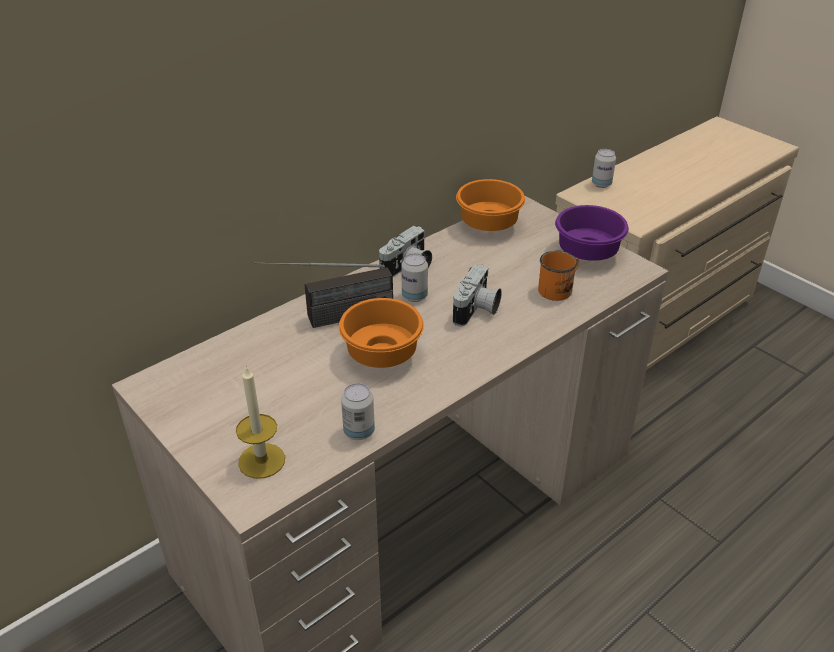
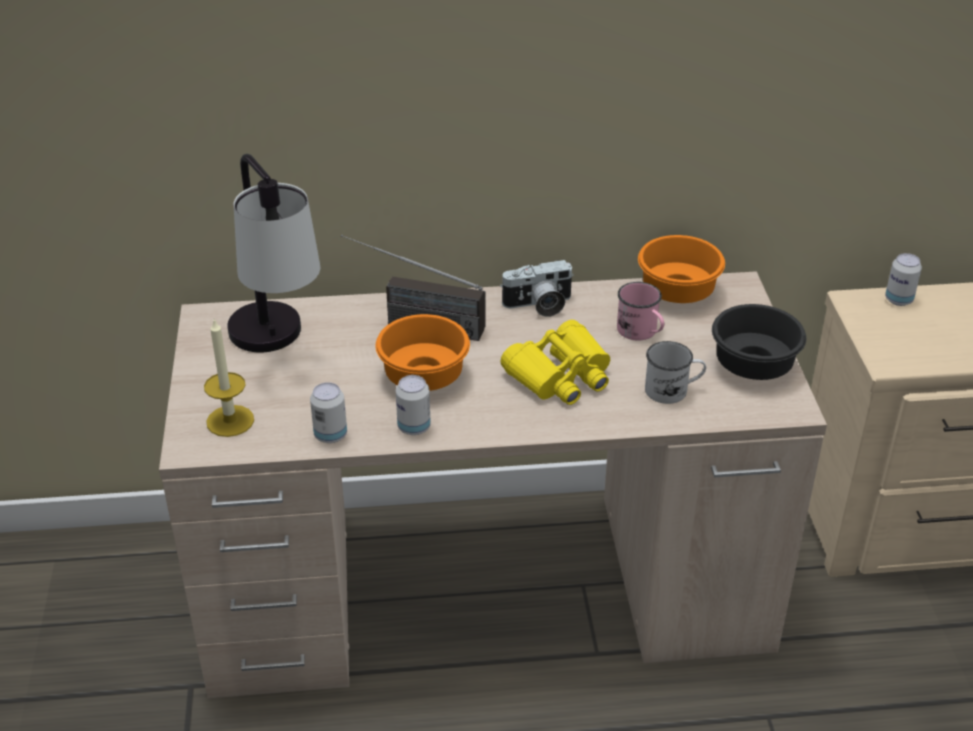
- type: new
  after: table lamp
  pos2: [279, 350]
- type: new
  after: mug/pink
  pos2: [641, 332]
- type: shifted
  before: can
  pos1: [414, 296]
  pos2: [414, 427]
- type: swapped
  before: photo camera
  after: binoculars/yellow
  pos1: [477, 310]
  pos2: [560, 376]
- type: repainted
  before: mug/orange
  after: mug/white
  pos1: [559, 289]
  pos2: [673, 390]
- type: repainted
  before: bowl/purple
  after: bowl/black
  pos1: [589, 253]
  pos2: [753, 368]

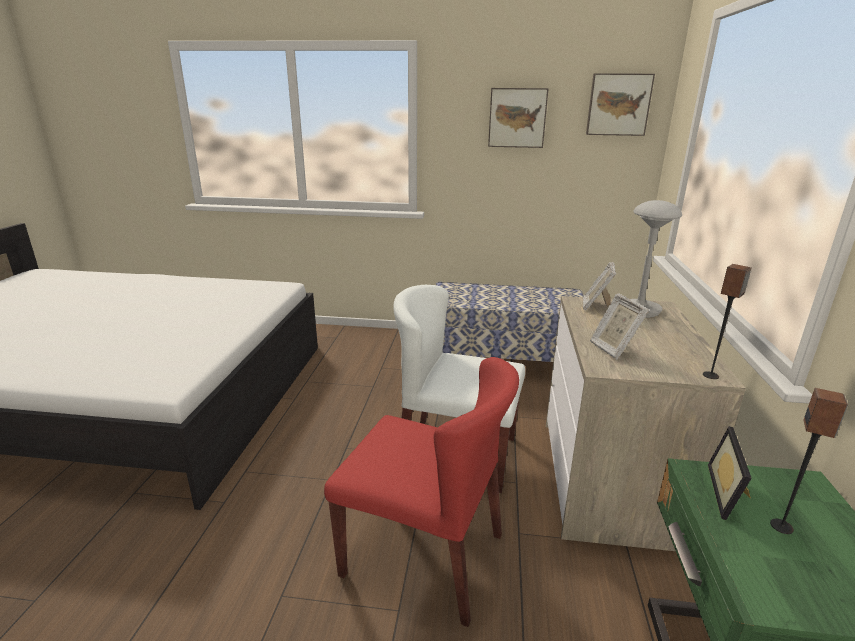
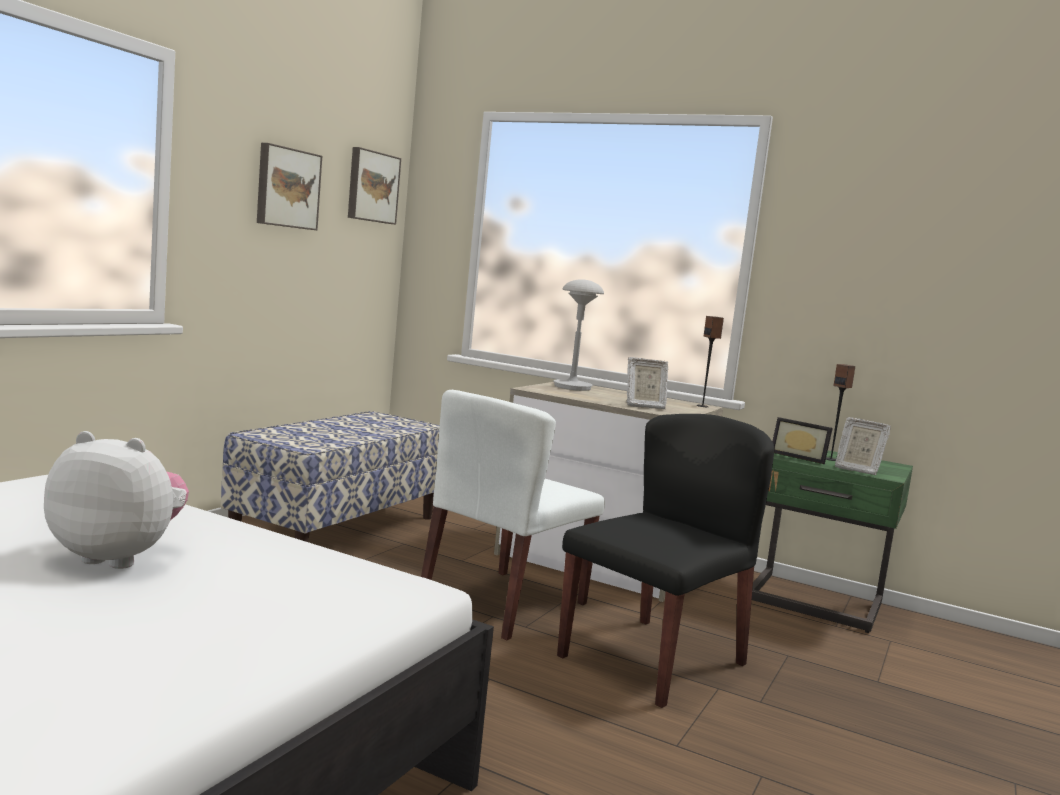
- type: new
  after: plush toy
  pos2: [118, 557]
- type: shifted
  before: picture frame
  pos1: [595, 306]
  pos2: [857, 470]
- type: repainted
  before: chair/red
  after: chair/black
  pos1: [424, 555]
  pos2: [653, 659]

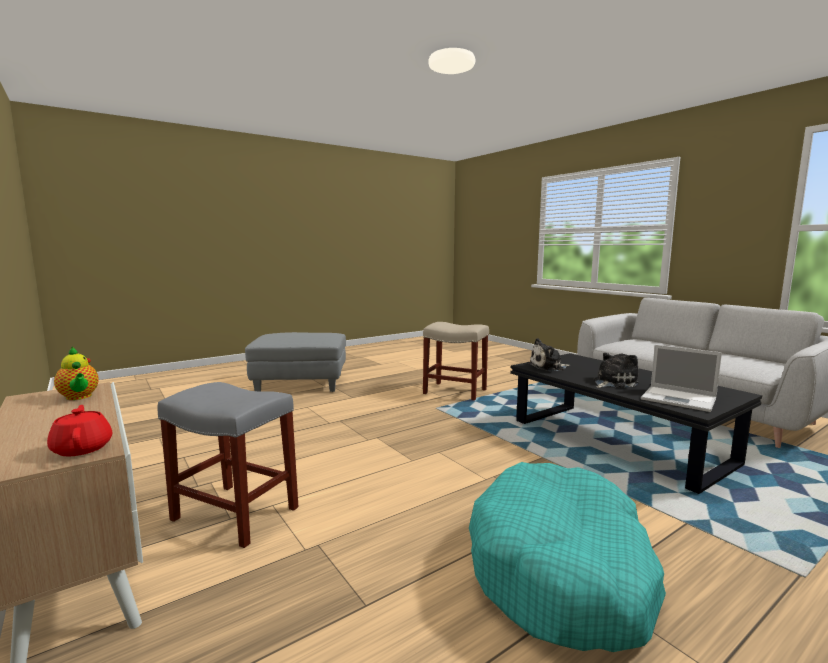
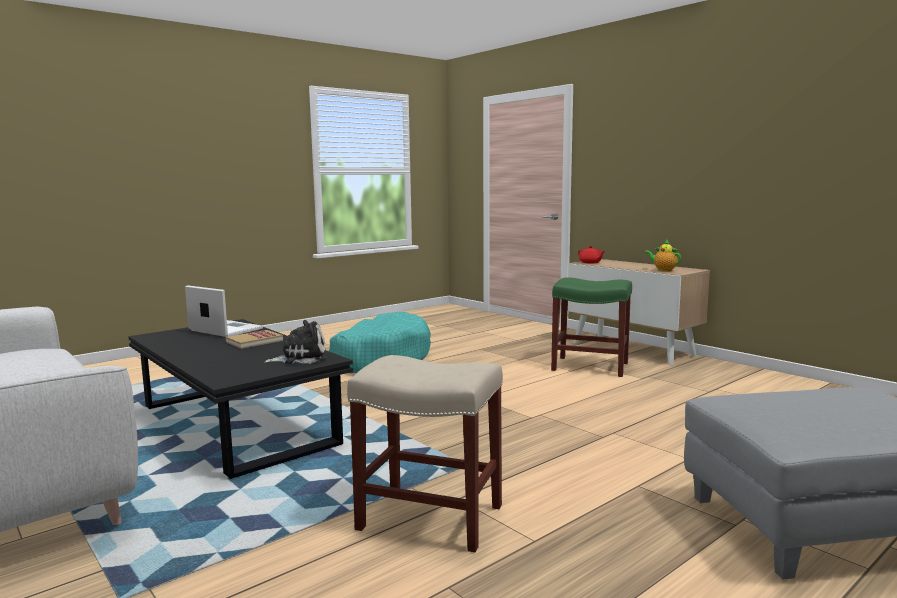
- type: swapped
  before: plush toy
  after: book
  pos1: [613, 382]
  pos2: [254, 341]
- type: repainted
  before: stool/grey
  after: stool/green
  pos1: [234, 513]
  pos2: [591, 366]

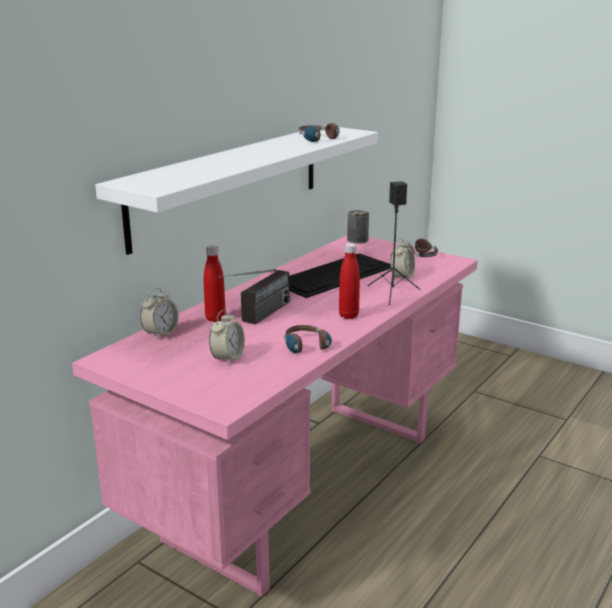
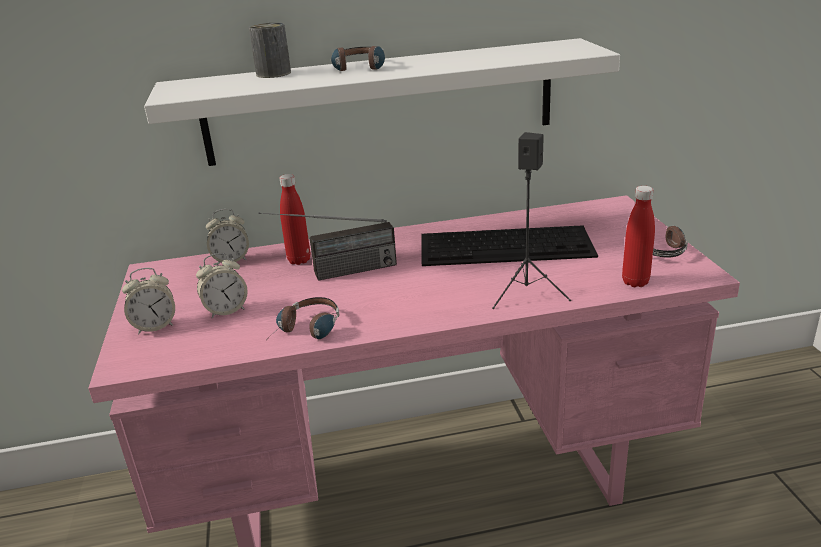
- type: shifted
  before: headphones
  pos1: [321, 140]
  pos2: [359, 69]
- type: shifted
  before: bottle/red
  pos1: [348, 315]
  pos2: [635, 282]
- type: shifted
  before: can
  pos1: [357, 240]
  pos2: [273, 73]
- type: shifted
  before: alarm clock
  pos1: [402, 277]
  pos2: [155, 326]

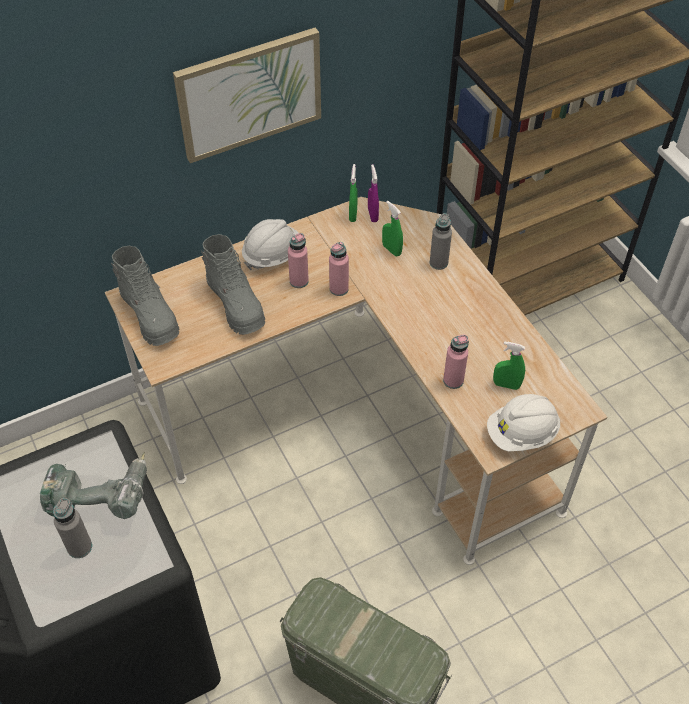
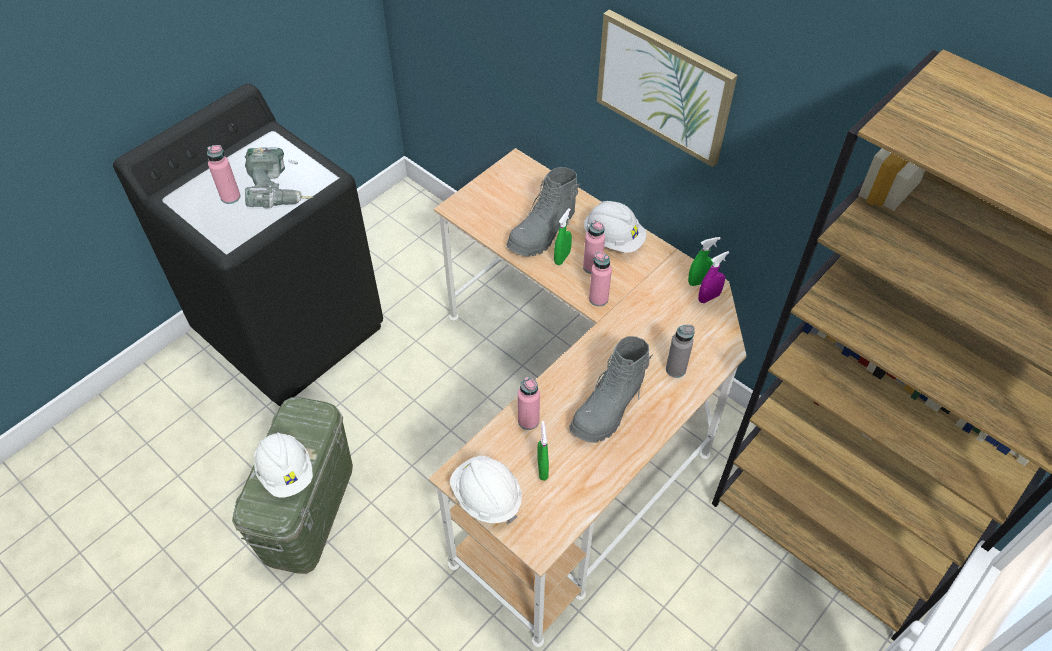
- type: new
  after: hard hat/white
  pos2: [286, 472]
- type: shifted
  before: boot/grey
  pos1: [150, 315]
  pos2: [609, 408]
- type: shifted
  before: spray bottle/green
  pos1: [391, 250]
  pos2: [562, 258]
- type: repainted
  before: bottle/grey
  after: bottle/pink
  pos1: [79, 547]
  pos2: [230, 197]

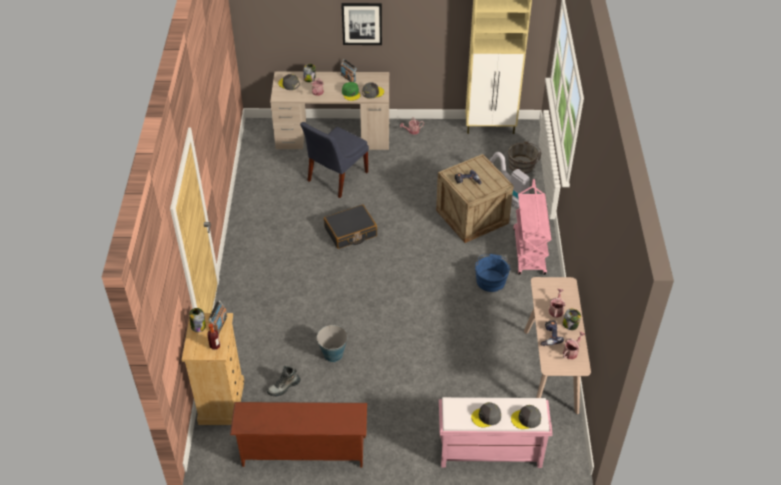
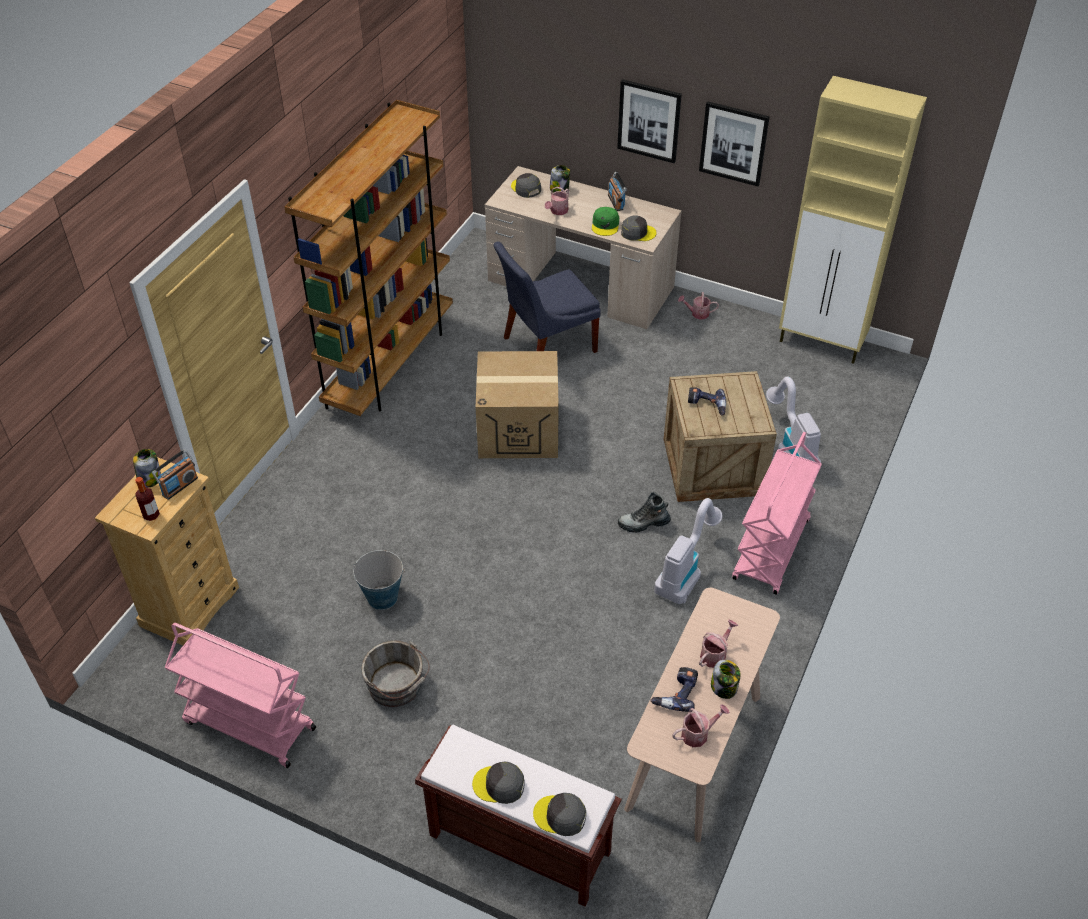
- type: new
  after: bookcase/brown
  pos2: [390, 364]
- type: new
  after: picture
  pos2: [733, 143]
- type: shifted
  before: boot
  pos1: [284, 387]
  pos2: [643, 523]
- type: shifted
  before: bucket/grey
  pos1: [523, 165]
  pos2: [397, 686]
- type: swapped
  before: shoe rack/brown
  after: cart/pink
  pos1: [302, 452]
  pos2: [248, 725]
- type: swapped
  before: suitcase/black
  after: cardboard box
  pos1: [350, 232]
  pos2: [518, 429]
- type: swapped
  before: bucket/blue
  after: vacuum cleaner
  pos1: [491, 279]
  pos2: [685, 571]
- type: repainted
  before: bench/pink
  after: bench/brown
  pos1: [489, 452]
  pos2: [517, 843]

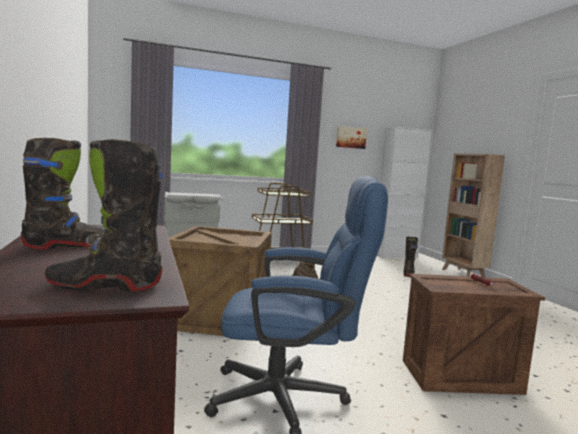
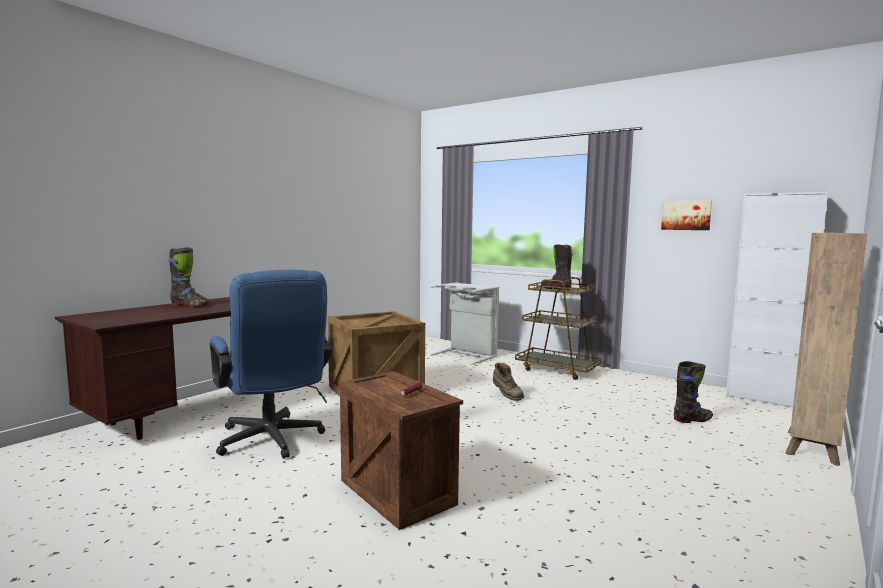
- type: shifted
  before: boot/black
  pos1: [105, 286]
  pos2: [556, 289]

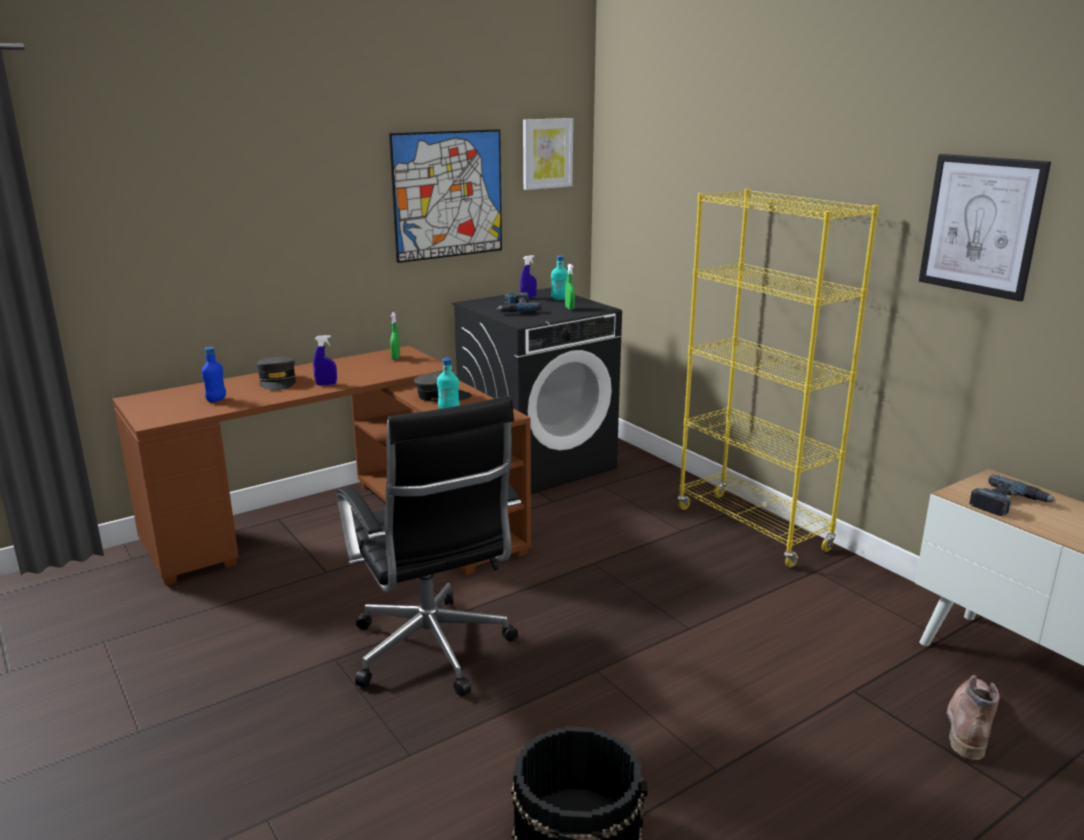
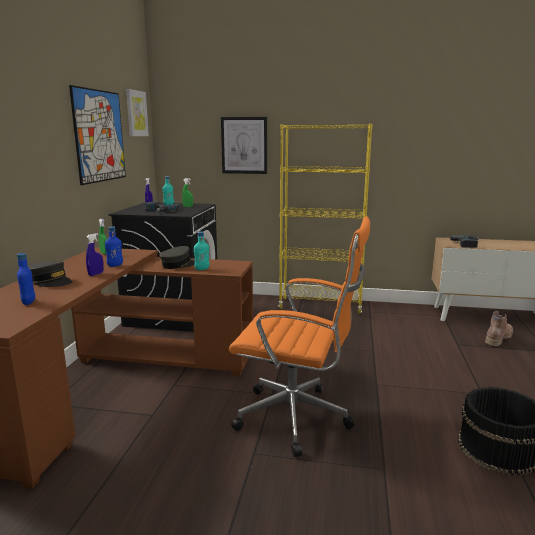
- type: new
  after: bottle/blue
  pos2: [115, 265]
- type: shifted
  before: picture
  pos1: [981, 225]
  pos2: [244, 145]
- type: repainted
  before: office chair/black
  after: office chair/orange
  pos1: [433, 653]
  pos2: [298, 419]
- type: rotated
  before: boot/brown
  pos1: [968, 723]
  pos2: [498, 337]
  turn: 60

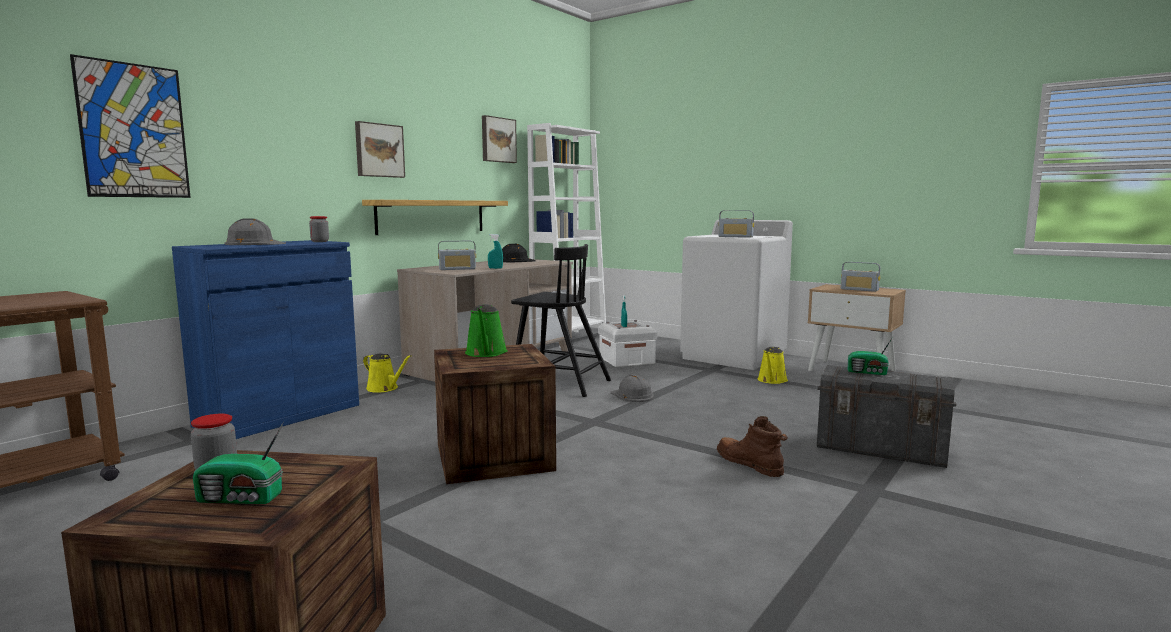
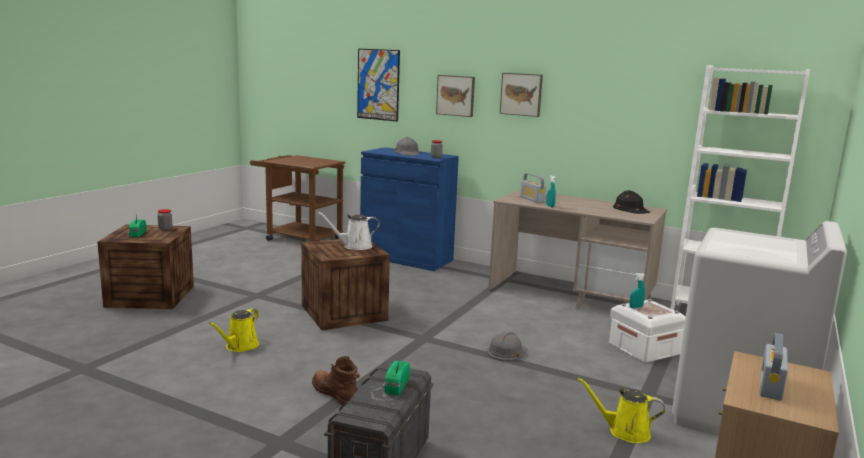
- type: gone
  before: shelf
  pos1: [432, 216]
- type: gone
  before: chair/black
  pos1: [559, 383]
- type: gone
  before: radio
  pos1: [735, 237]
- type: shifted
  before: watering can/yellow
  pos1: [384, 388]
  pos2: [240, 347]
- type: shifted
  before: picture
  pos1: [497, 140]
  pos2: [456, 95]
- type: repainted
  before: watering can/green
  after: watering can/white
  pos1: [486, 353]
  pos2: [354, 246]
- type: rotated
  before: boot/brown
  pos1: [749, 464]
  pos2: [335, 394]
  turn: -90

